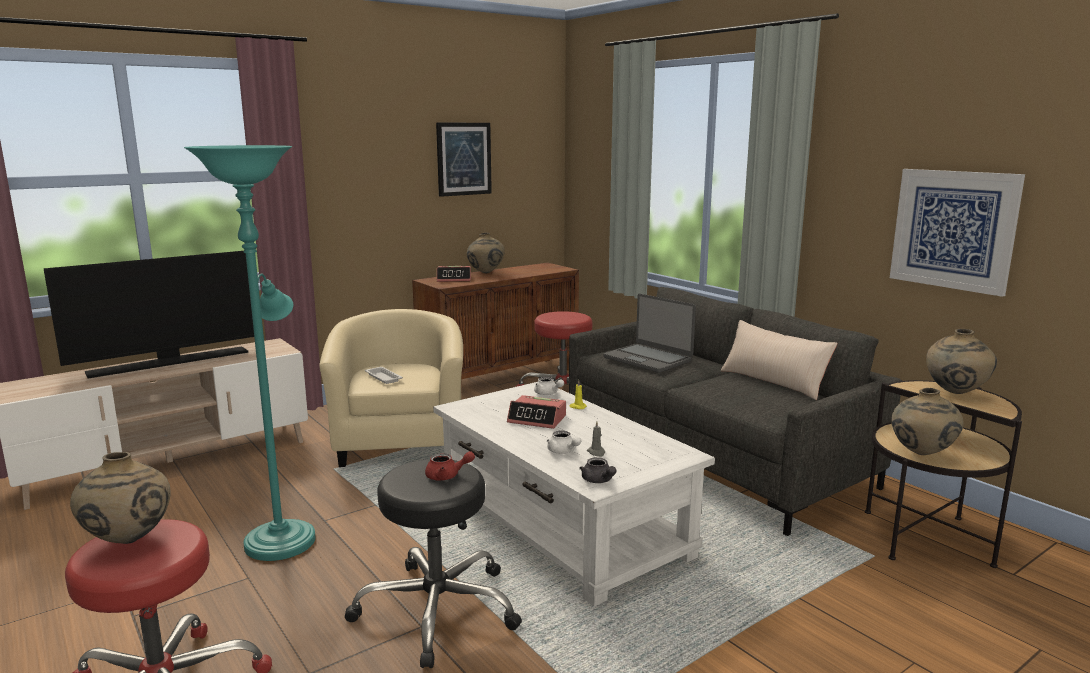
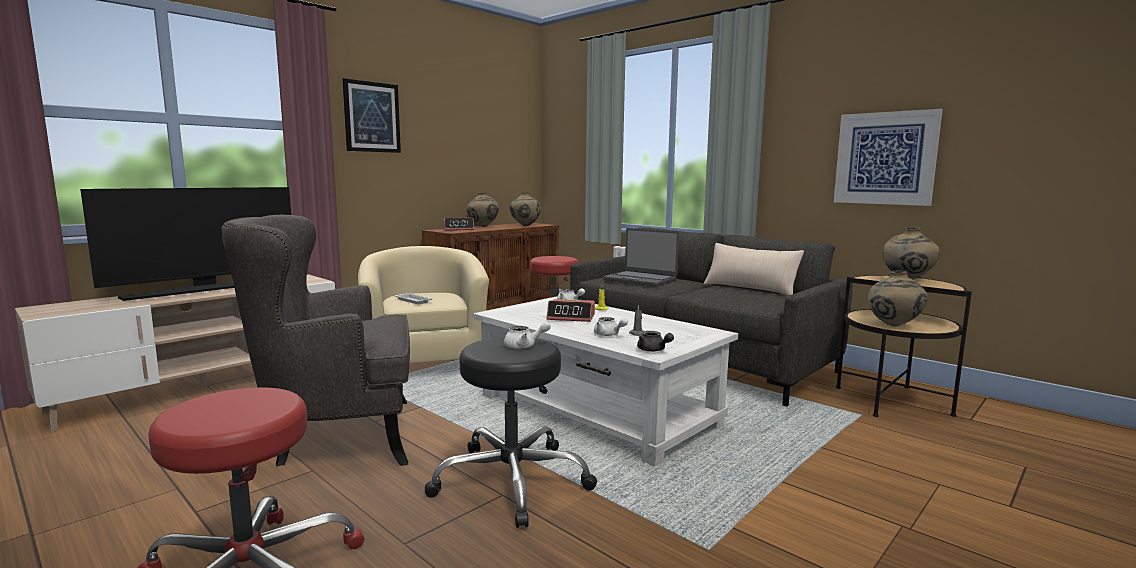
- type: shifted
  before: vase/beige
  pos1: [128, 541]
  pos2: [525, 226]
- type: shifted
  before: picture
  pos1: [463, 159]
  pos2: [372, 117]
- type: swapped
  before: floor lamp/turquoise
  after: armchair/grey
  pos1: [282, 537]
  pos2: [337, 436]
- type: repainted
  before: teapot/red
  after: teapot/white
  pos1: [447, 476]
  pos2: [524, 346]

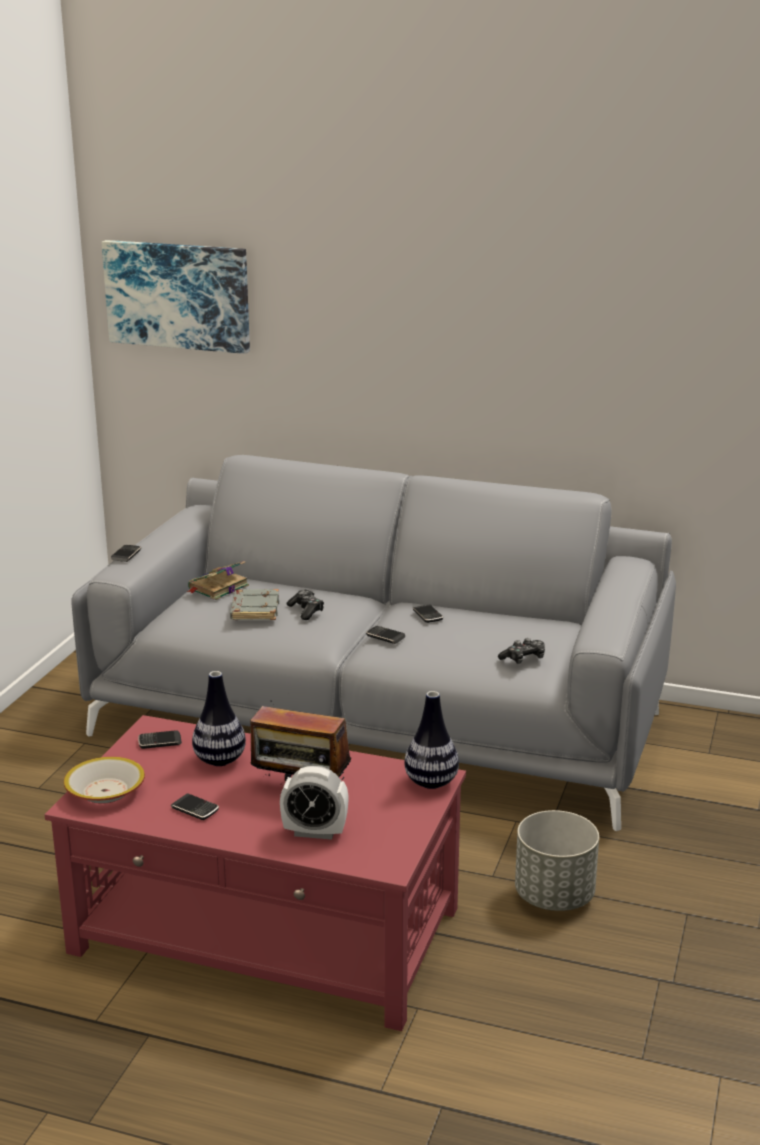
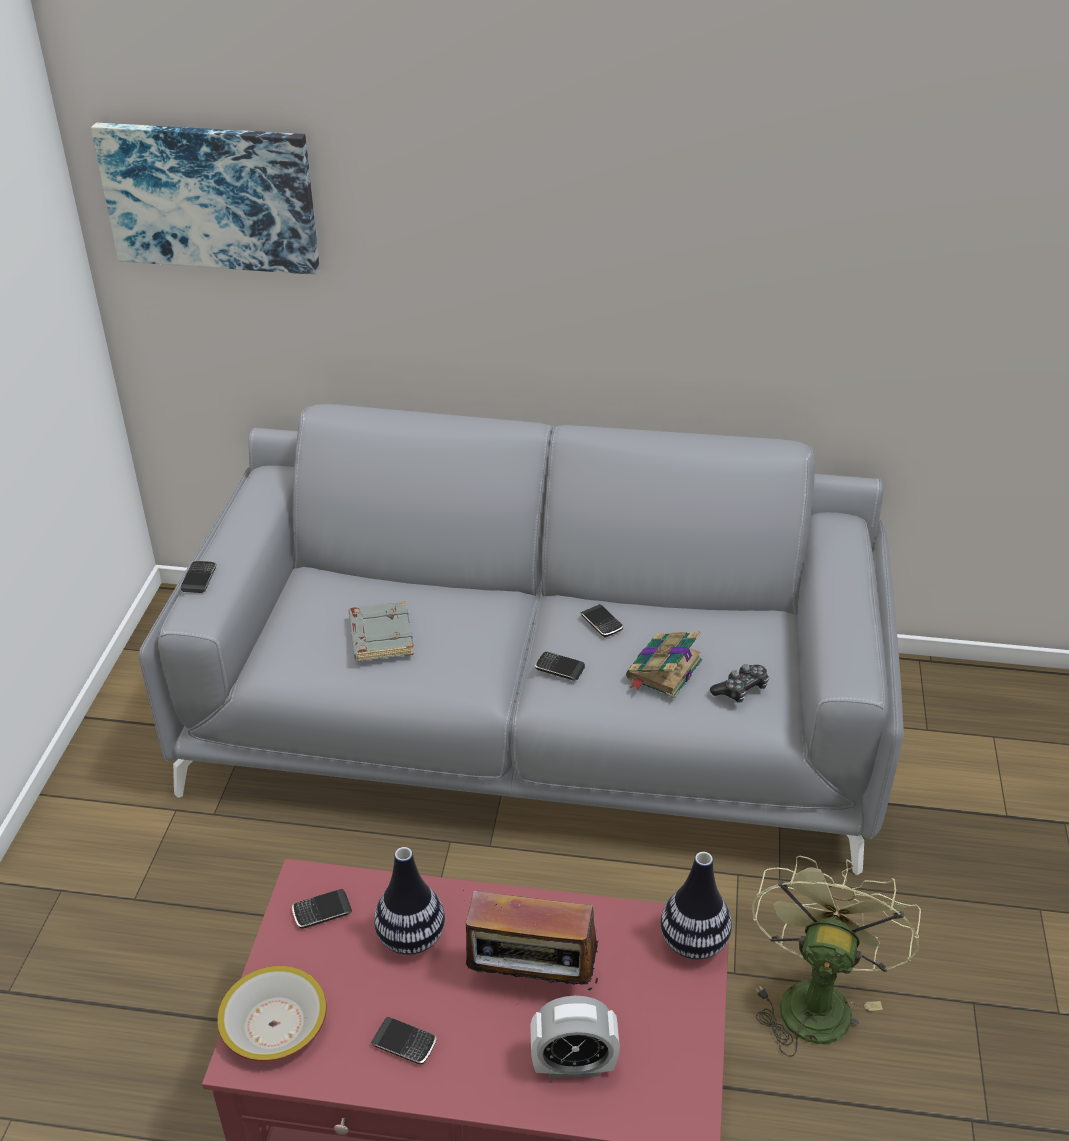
- type: gone
  before: game controller
  pos1: [306, 611]
- type: shifted
  before: book
  pos1: [217, 588]
  pos2: [663, 671]
- type: swapped
  before: planter/grey
  after: fan/green
  pos1: [553, 896]
  pos2: [814, 997]

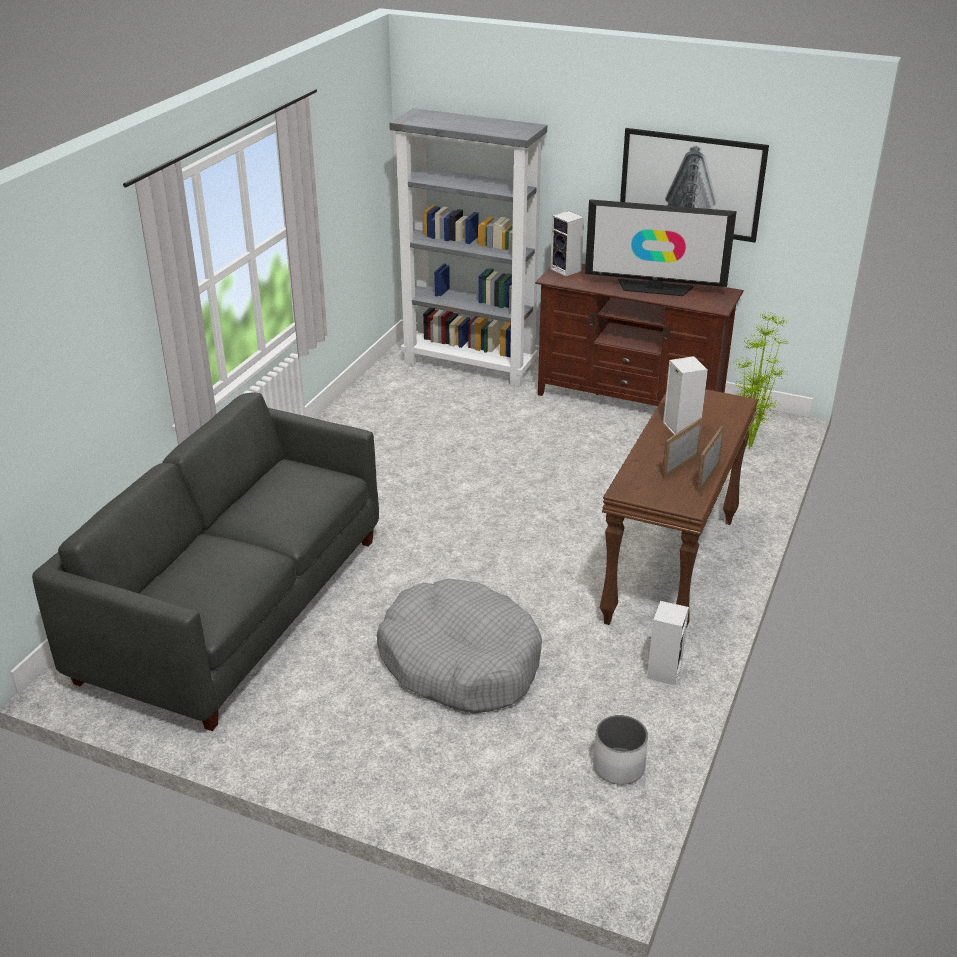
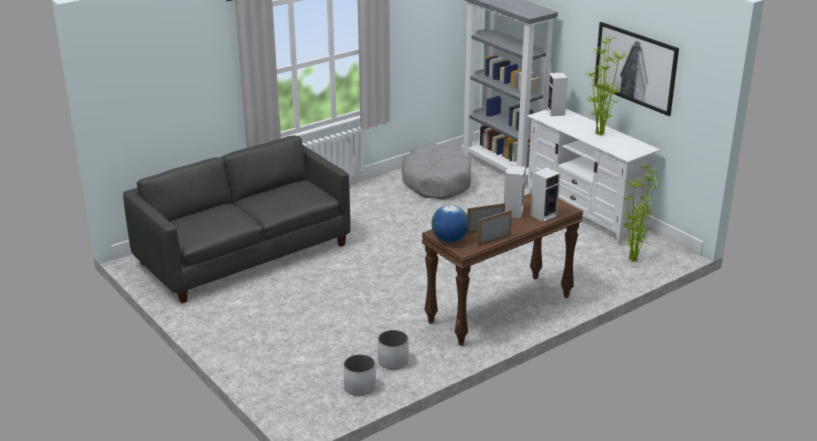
- type: new
  after: planter/white
  pos2: [393, 361]
- type: new
  after: globe
  pos2: [449, 239]
- type: shifted
  before: dog bed/grey
  pos1: [460, 661]
  pos2: [436, 182]
- type: shifted
  before: speaker
  pos1: [663, 670]
  pos2: [544, 215]
- type: swapped
  before: television
  after: potted plant
  pos1: [654, 288]
  pos2: [599, 135]
- type: repainted
  before: tv stand/brown
  after: tv stand/white
  pos1: [630, 400]
  pos2: [584, 214]

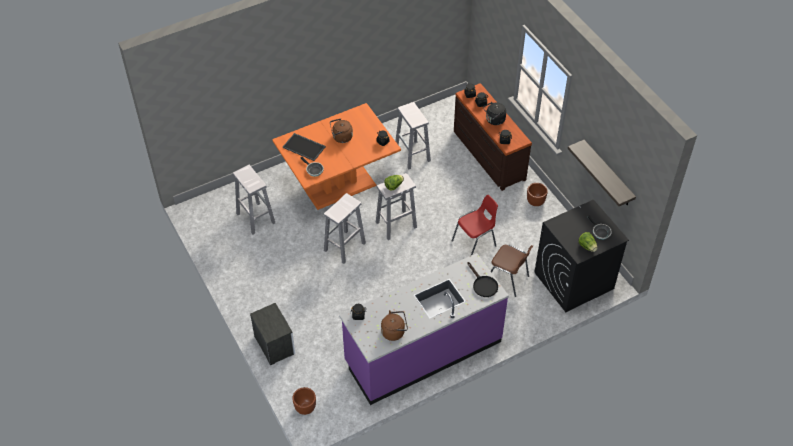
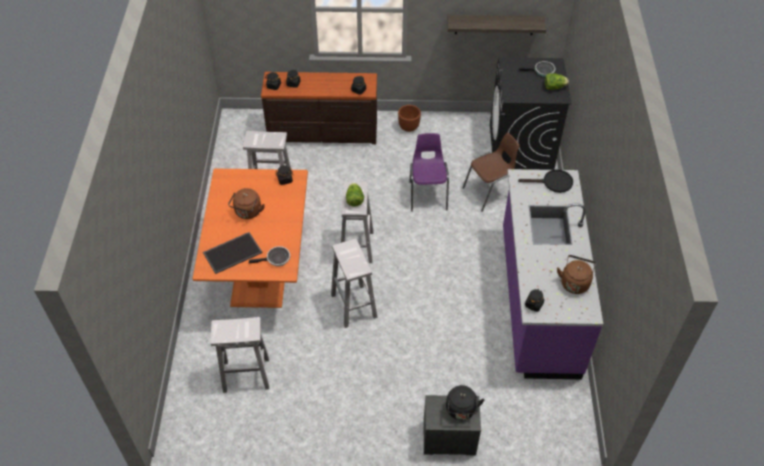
- type: gone
  before: planter/brown
  pos1: [305, 407]
- type: shifted
  before: kettle/black
  pos1: [494, 120]
  pos2: [461, 410]
- type: repainted
  before: chair/red
  after: chair/purple
  pos1: [475, 243]
  pos2: [427, 195]

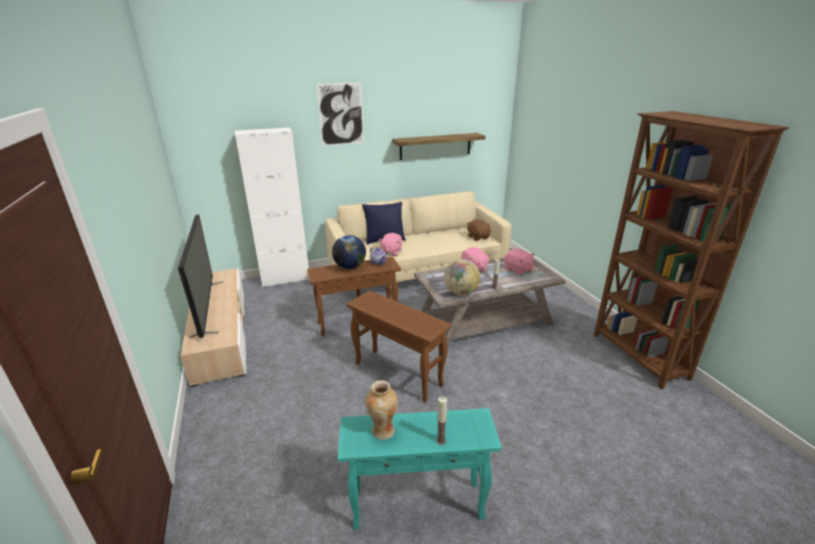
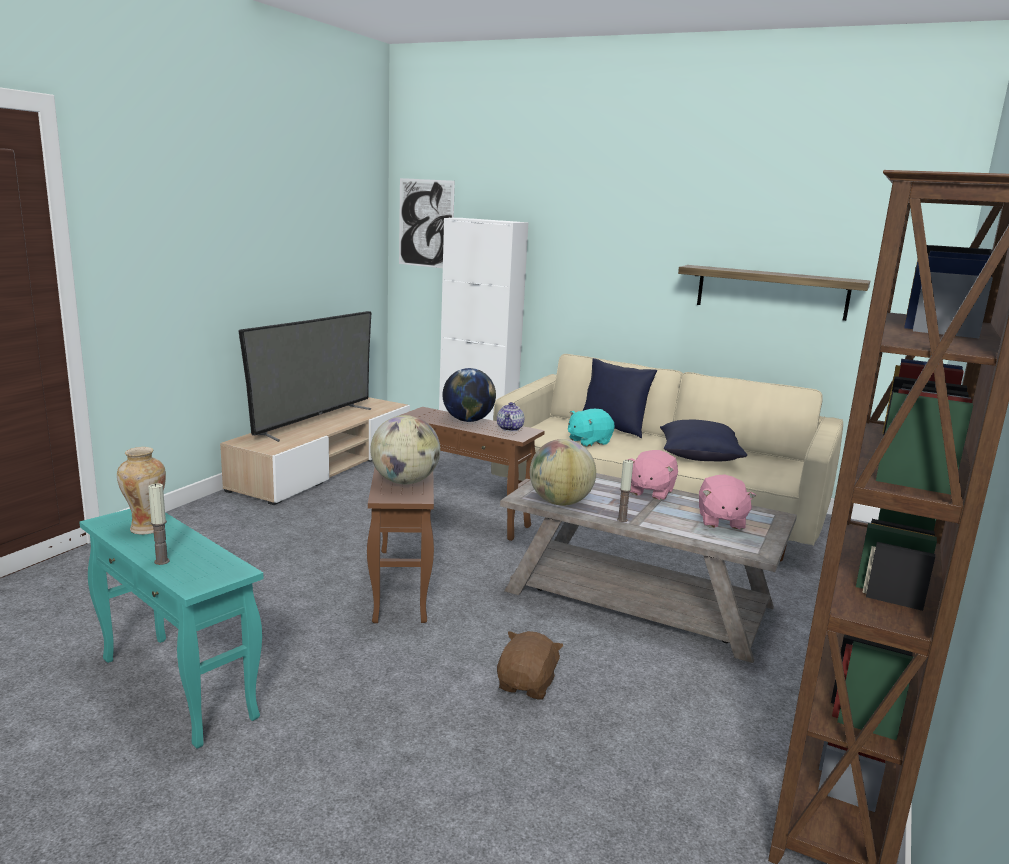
- type: new
  after: globe
  pos2: [405, 482]
- type: new
  after: pillow/blue
  pos2: [699, 456]
- type: shifted
  before: picture
  pos1: [341, 114]
  pos2: [426, 223]
- type: shifted
  before: plush toy/brown
  pos1: [478, 237]
  pos2: [527, 685]
- type: repainted
  before: plush toy/pink
  after: plush toy/turquoise
  pos1: [391, 252]
  pos2: [588, 441]

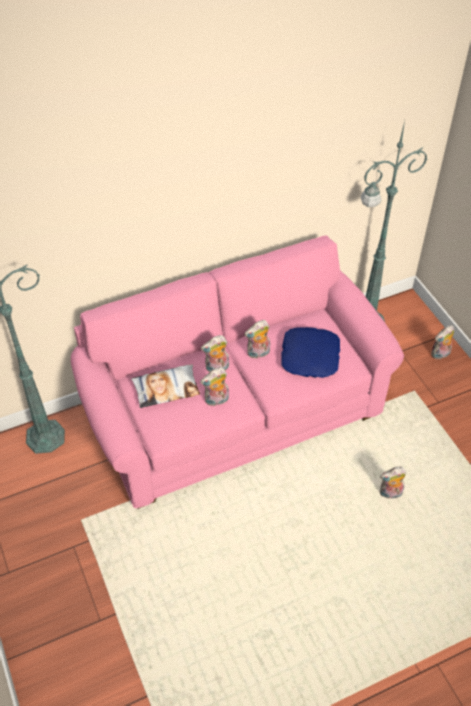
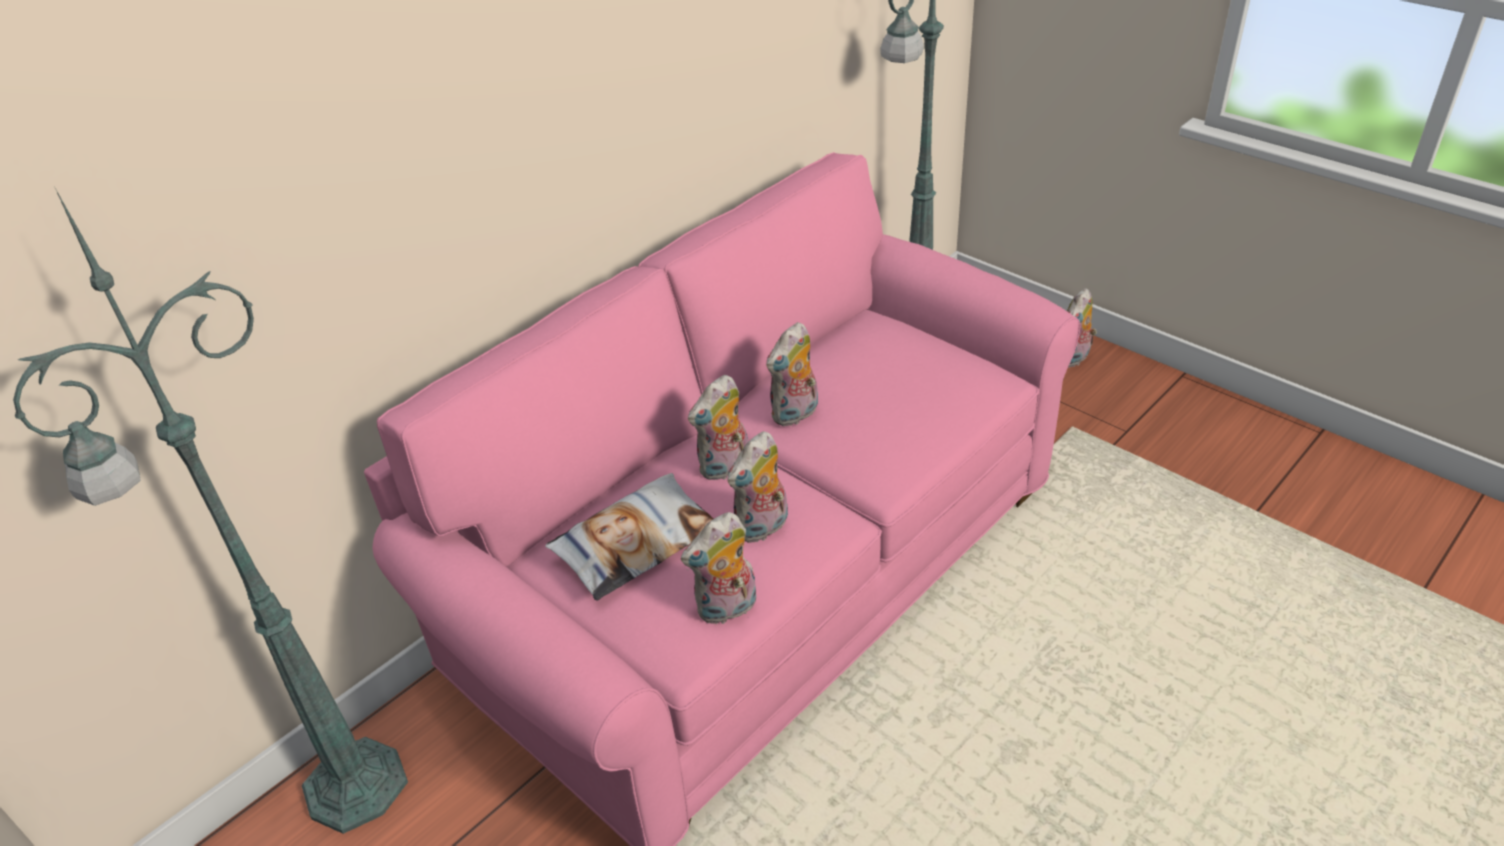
- type: gone
  before: pillow/blue
  pos1: [309, 357]
- type: shifted
  before: plush toy
  pos1: [390, 494]
  pos2: [727, 609]

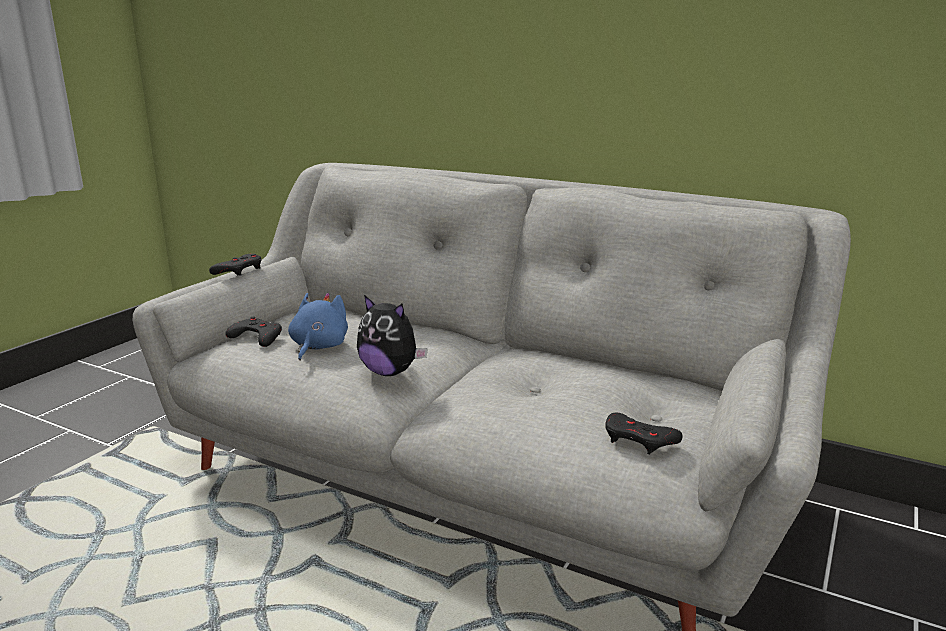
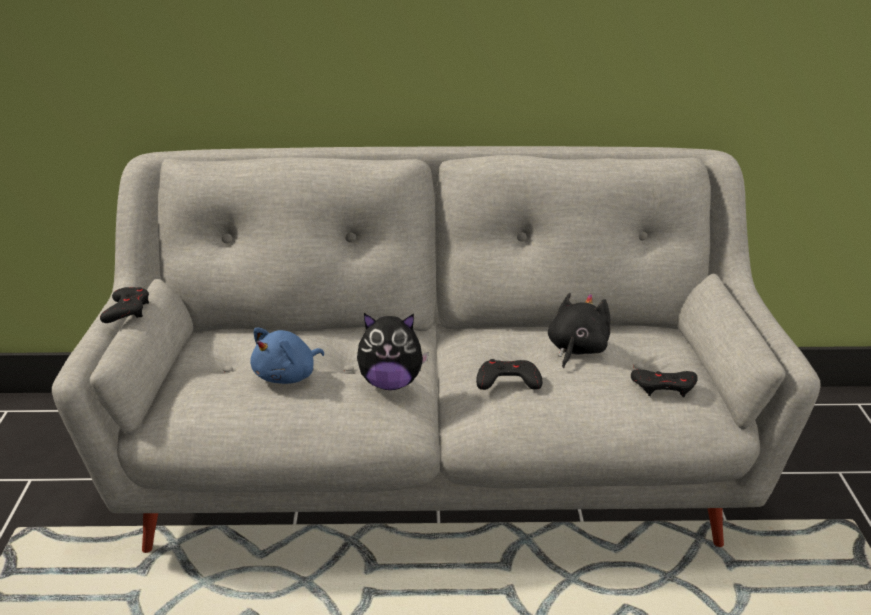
- type: new
  after: plush toy/black
  pos2: [576, 351]
- type: shifted
  before: game controller/black
  pos1: [257, 337]
  pos2: [508, 381]
- type: rotated
  before: plush toy/blue
  pos1: [318, 347]
  pos2: [287, 377]
  turn: -120

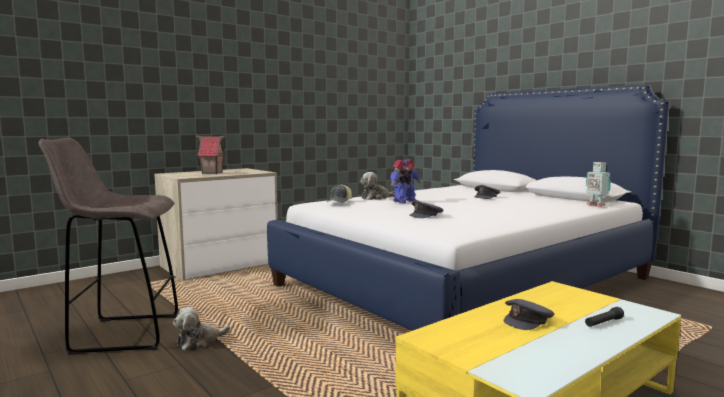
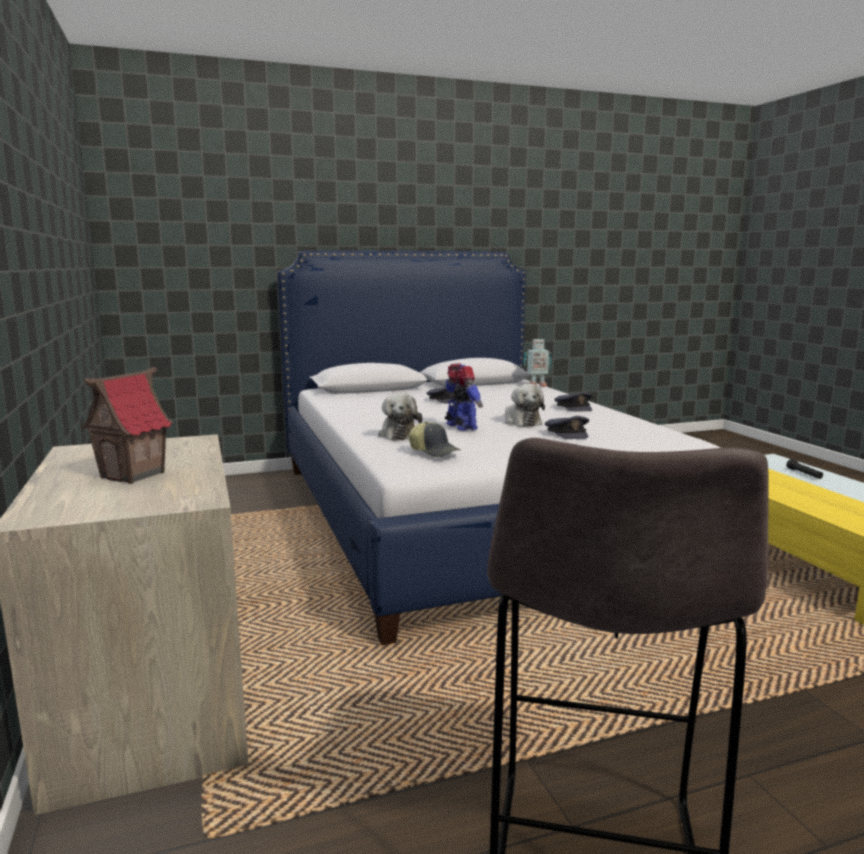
- type: shifted
  before: plush toy
  pos1: [199, 341]
  pos2: [521, 422]
- type: shifted
  before: cap/grey
  pos1: [528, 320]
  pos2: [574, 408]

